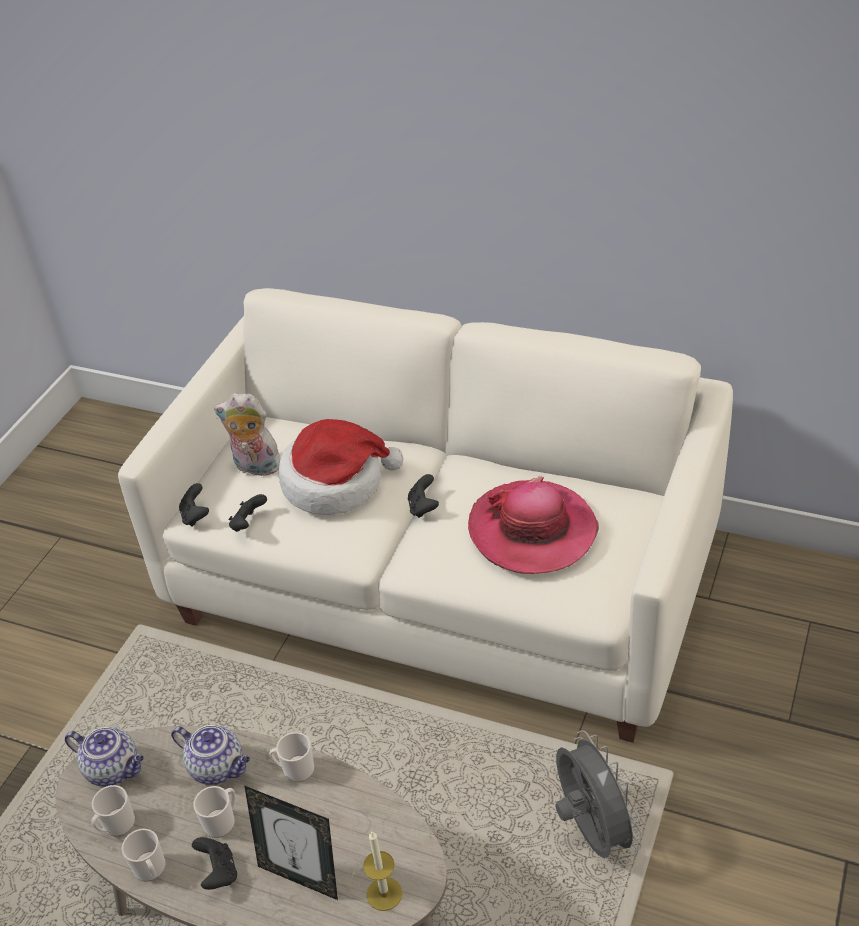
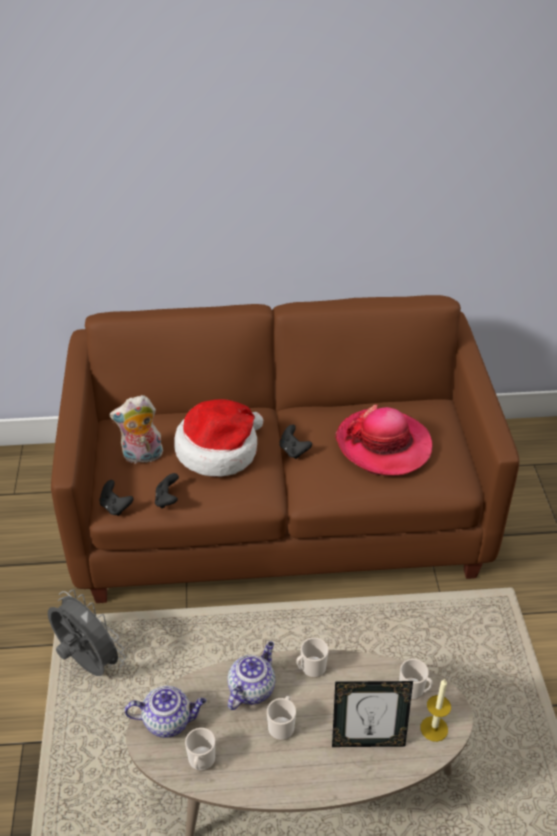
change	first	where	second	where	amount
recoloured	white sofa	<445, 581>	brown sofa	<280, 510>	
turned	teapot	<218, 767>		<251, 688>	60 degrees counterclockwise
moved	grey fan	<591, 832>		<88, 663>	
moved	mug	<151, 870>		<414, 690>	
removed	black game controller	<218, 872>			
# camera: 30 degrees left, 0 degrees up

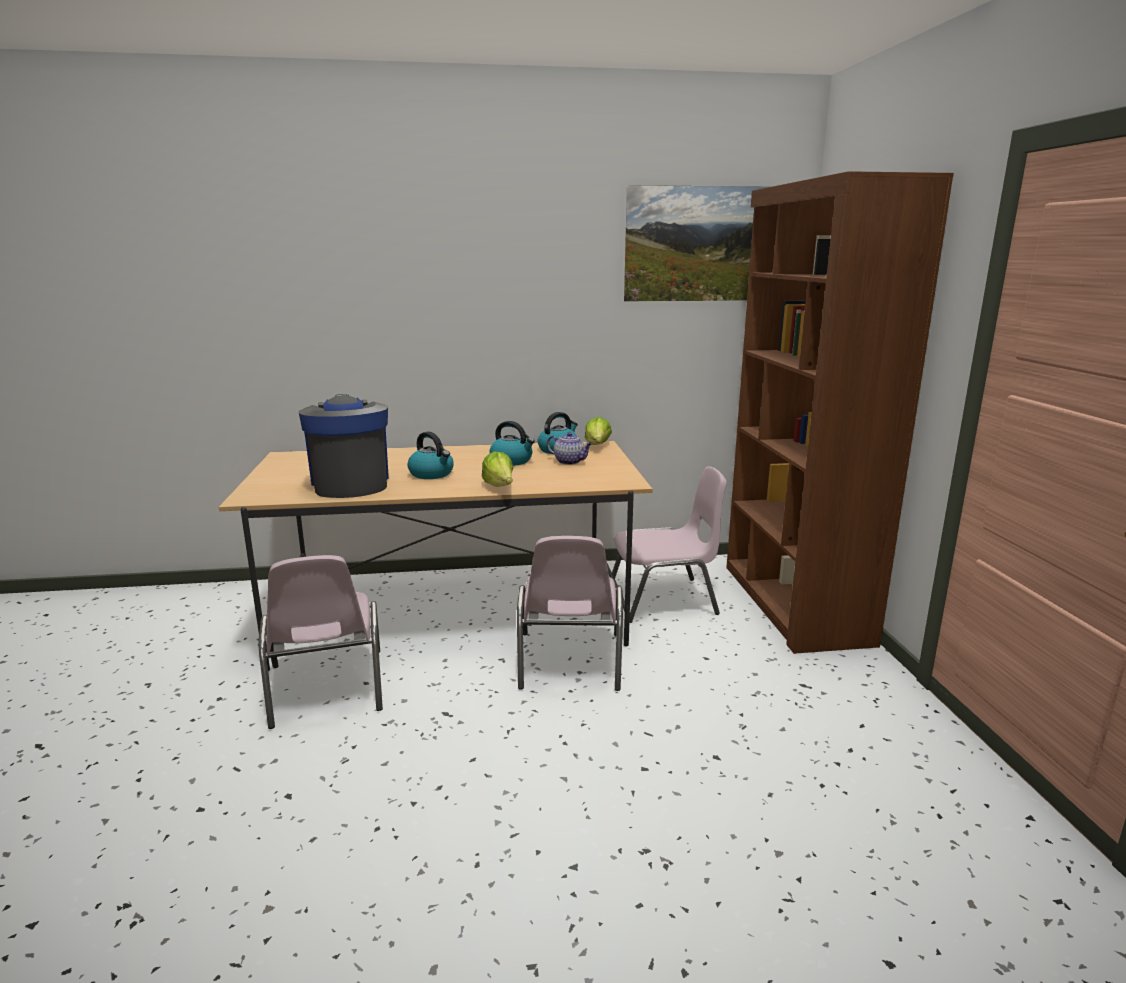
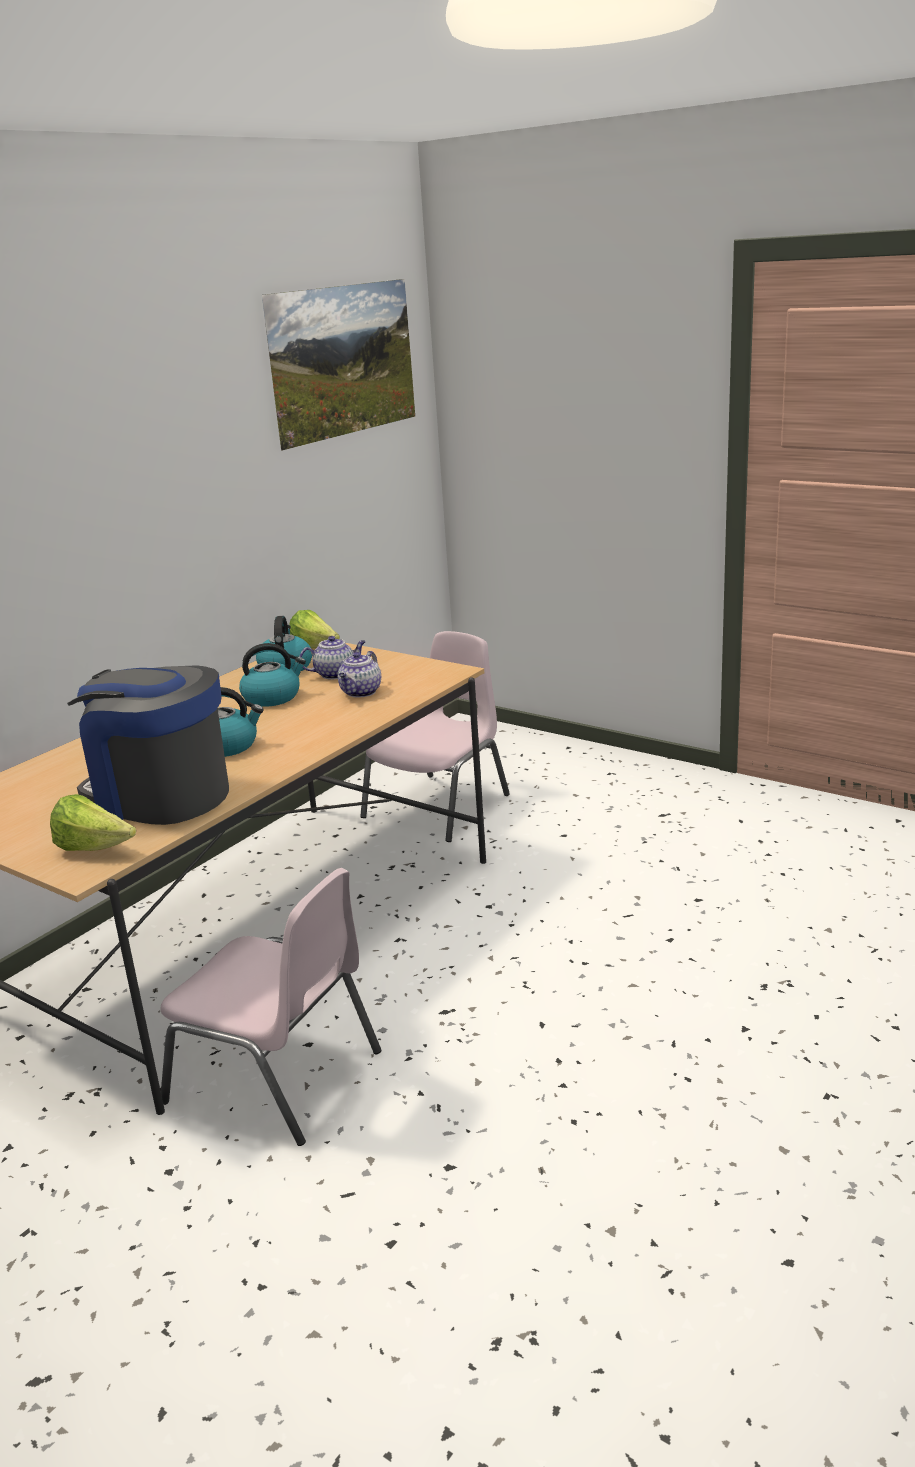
change	first	where	second	where	amount
removed	brown bookcase	<793, 603>			
moved	lettuce	<500, 487>		<94, 849>	
removed	pink chair	<569, 662>			
added			teapot	<361, 693>	
# camera: 45 degrees left, 5 degrees up

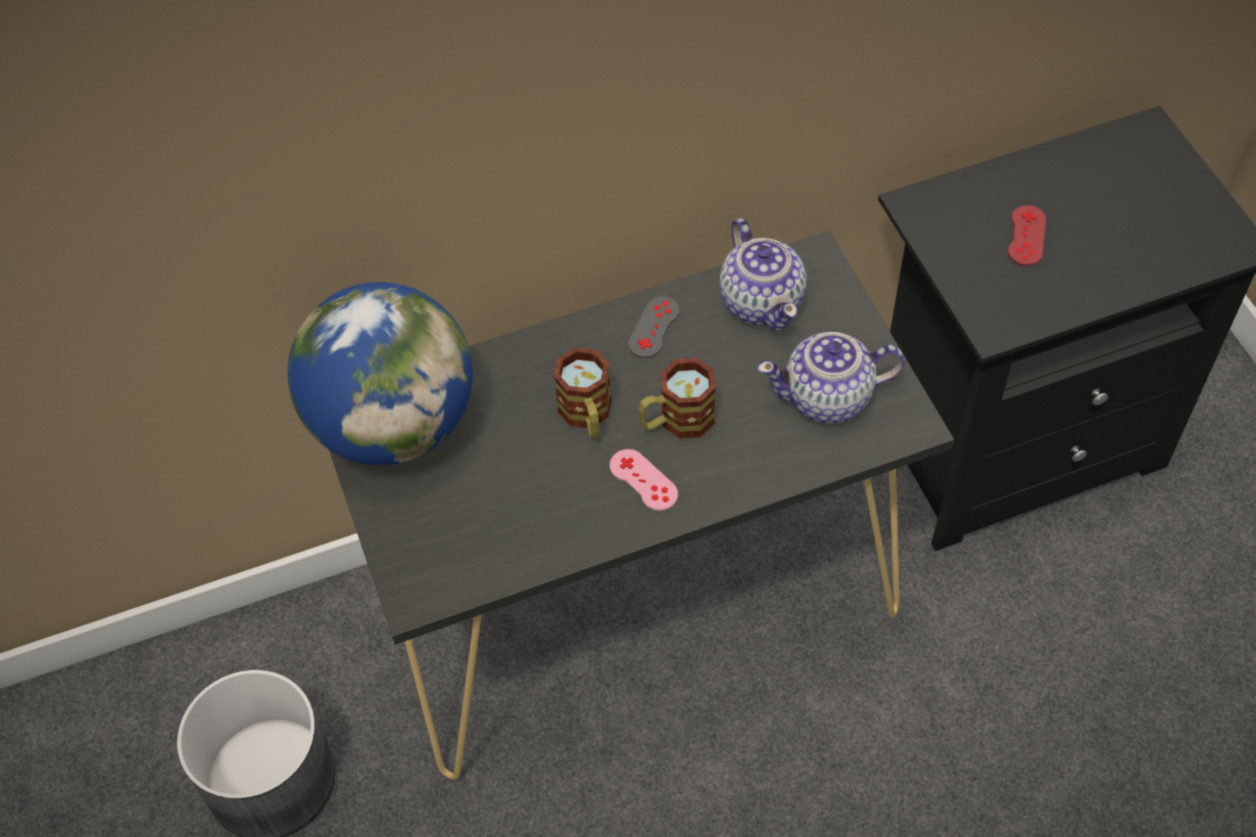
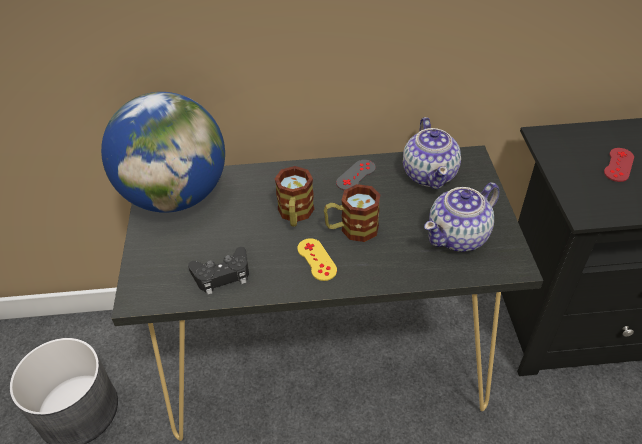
change	first	where	second	where	amount
turned	teapot	<829, 397>		<459, 236>	45 degrees counterclockwise
recoloured	pink game controller	<643, 480>	yellow game controller	<316, 259>	
added			black game controller	<222, 275>	
# camera: 15 degrees right, 10 degrees down

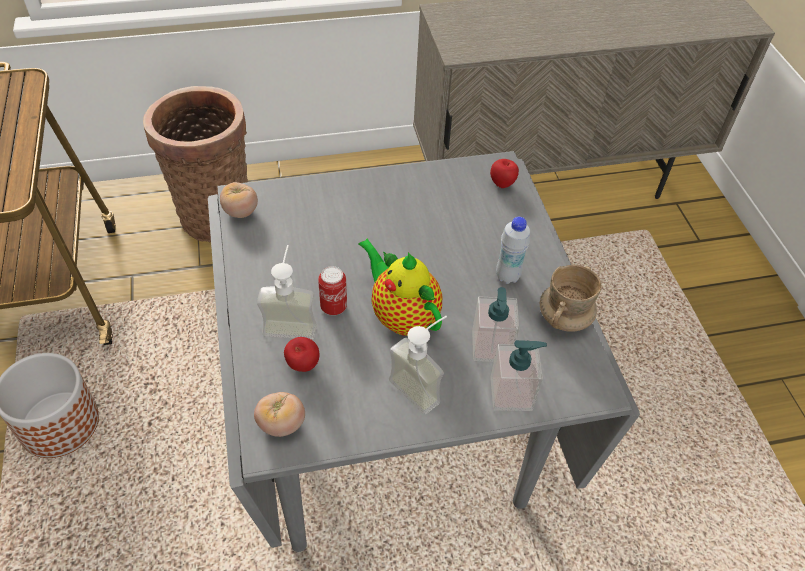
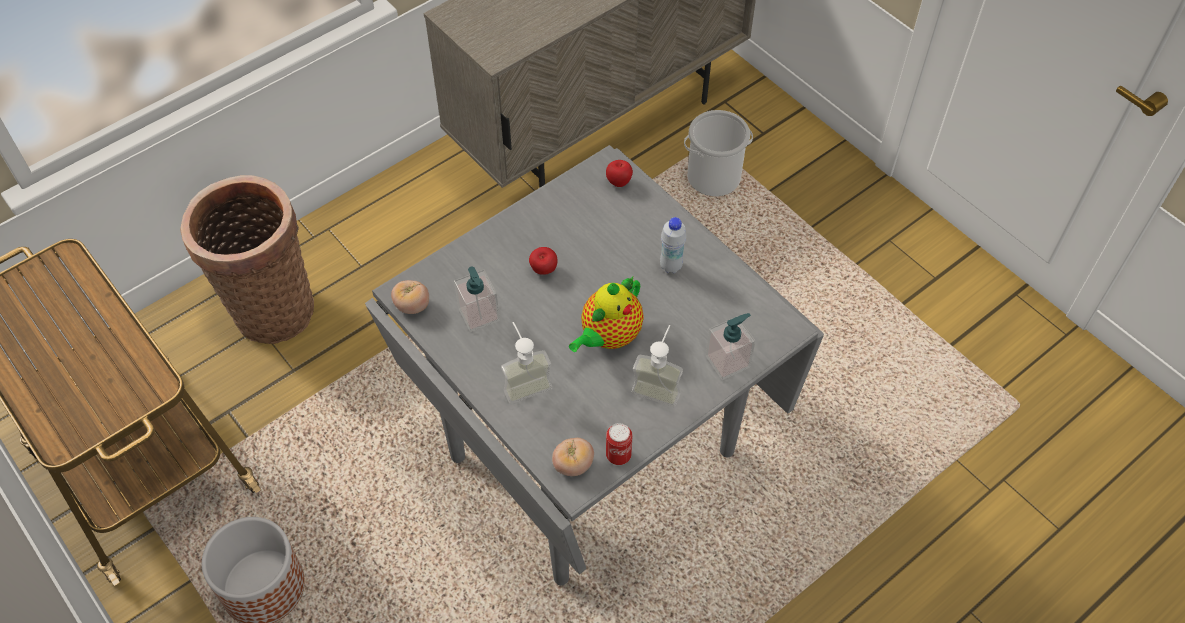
change	first	where	second	where	amount
turned	teapot	<402, 315>		<608, 337>	75 degrees counterclockwise
removed	beige mug	<564, 318>			
moved	can	<333, 307>		<618, 455>	
moved	soap dispenser	<491, 347>		<479, 315>	
moved	apple	<302, 366>		<543, 271>	
added			bucket	<714, 177>	
# camera: 25 degrees left, 5 degrees up

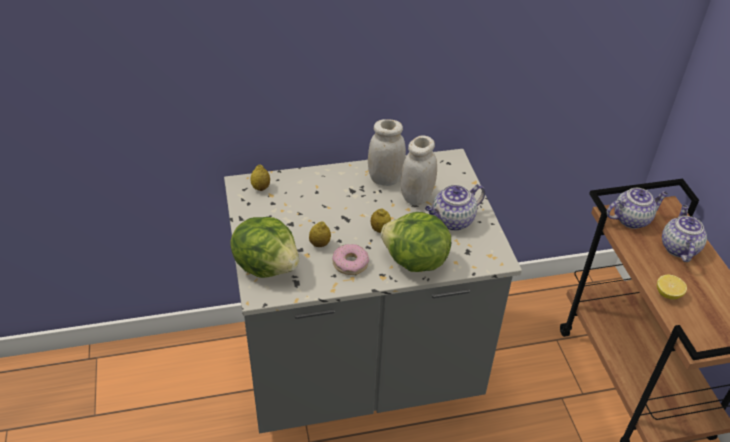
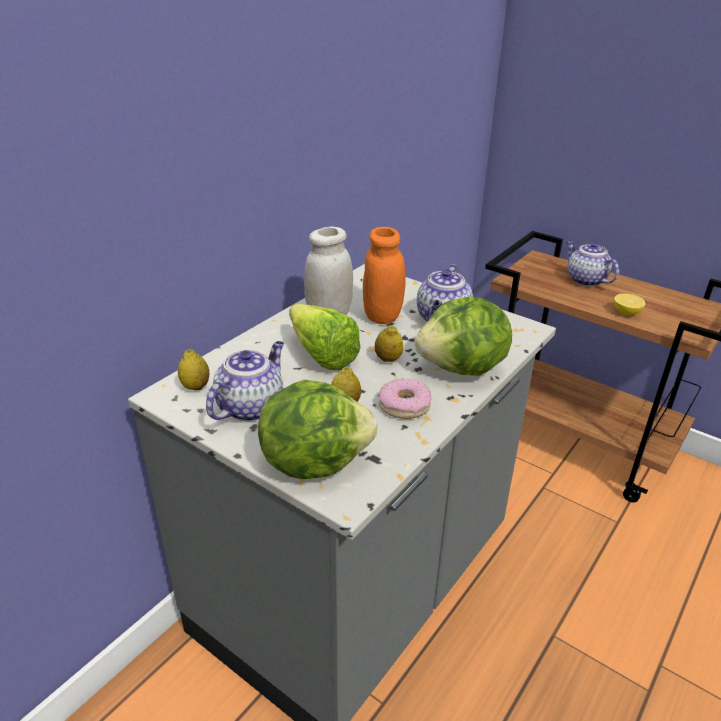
change	first	where	second	where	amount
recoloured	white jar	<417, 197>	orange jar	<382, 316>	
moved	teapot	<632, 219>		<250, 406>	
added			lettuce	<319, 352>	
# camera: 40 degrees left, 10 degrees down

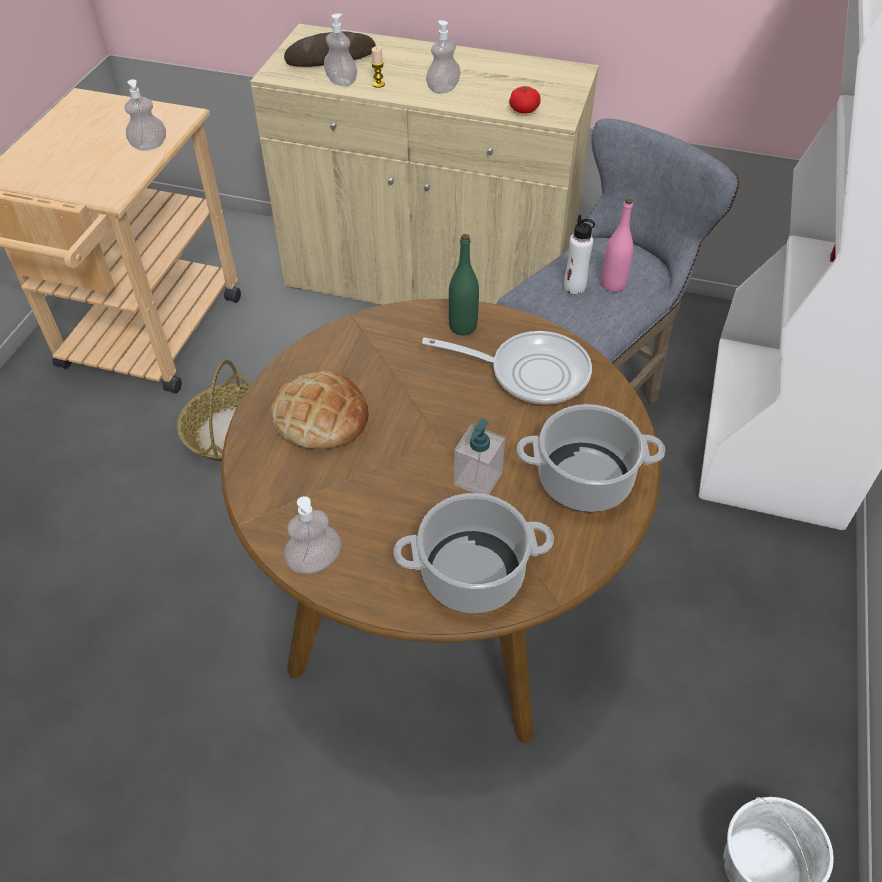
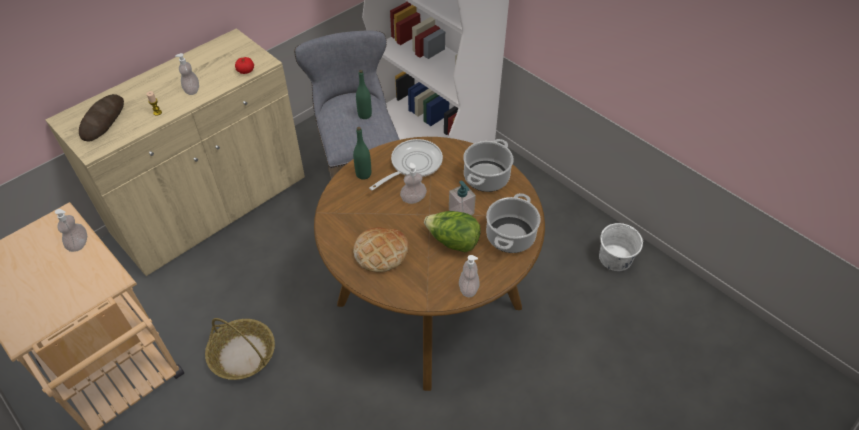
change	first	where	second	where	amount
moved	soap dispenser	<341, 82>		<413, 199>	
recoloured	pink bottle	<613, 285>	green bottle	<365, 115>	
removed	white bottle	<574, 287>			
added			lettuce	<453, 242>	
# camera: 60 degrees left, 0 degrees up

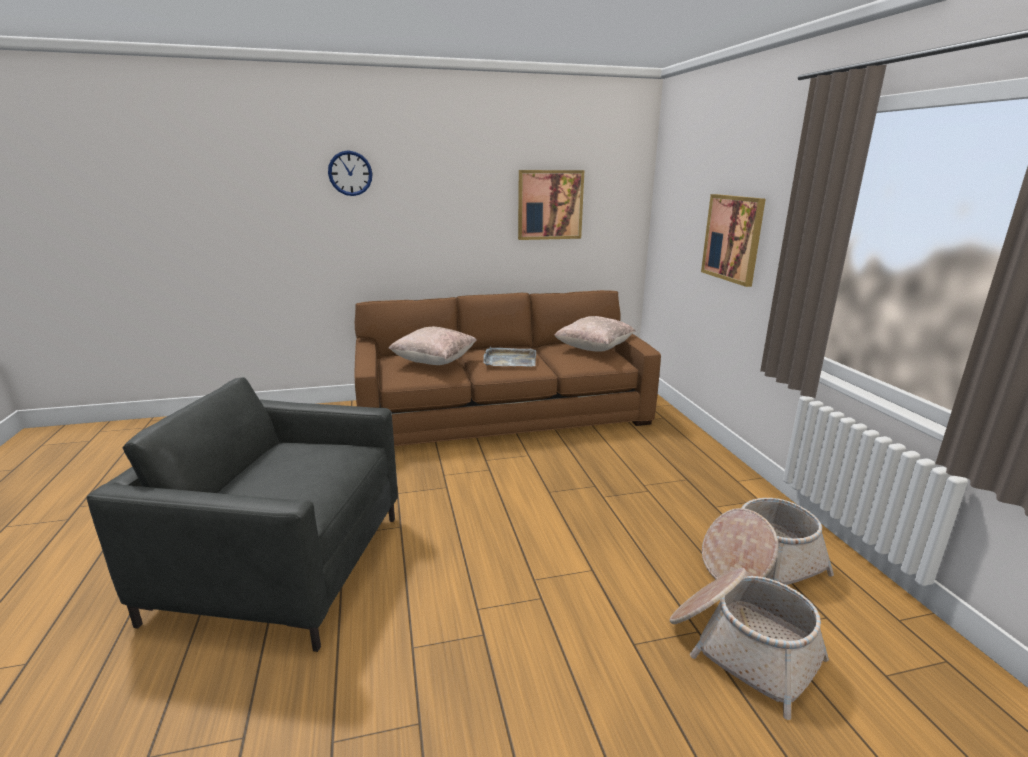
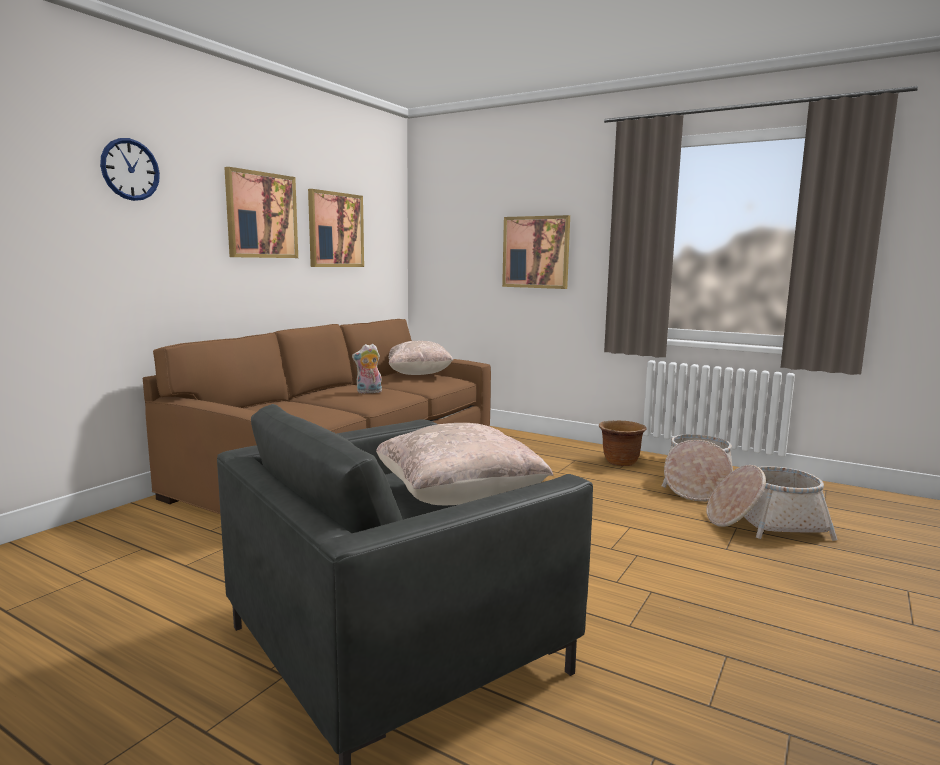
change	first	where	second	where	amount
moved	beige pillow	<434, 362>		<458, 498>	
replaced	grey tray	<509, 360>	plush toy	<368, 392>	
added			picture	<261, 215>	
added			brown planter	<620, 462>	
# camera: 45 degrees left, 10 degrees down

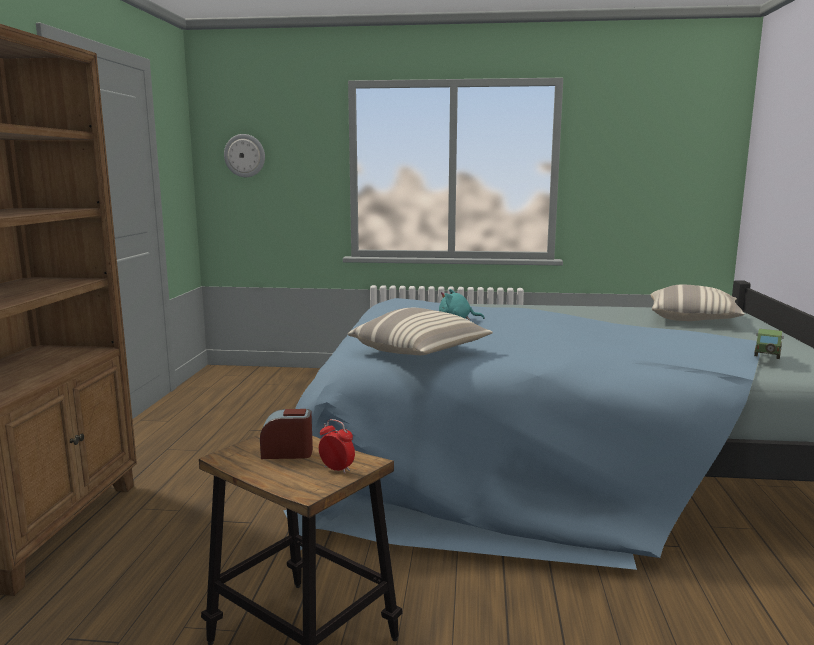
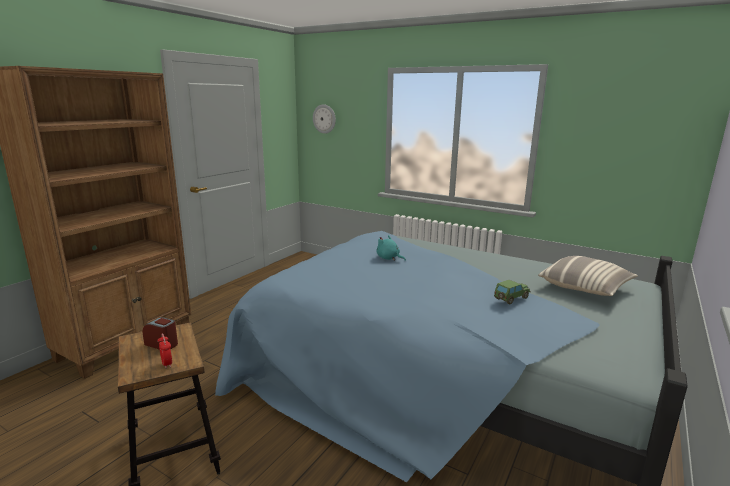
change	first	where	second	where	amount
removed	pillow	<420, 352>			
moved	toy car	<767, 353>		<511, 298>	
# camera: 25 degrees right, 5 degrees up

